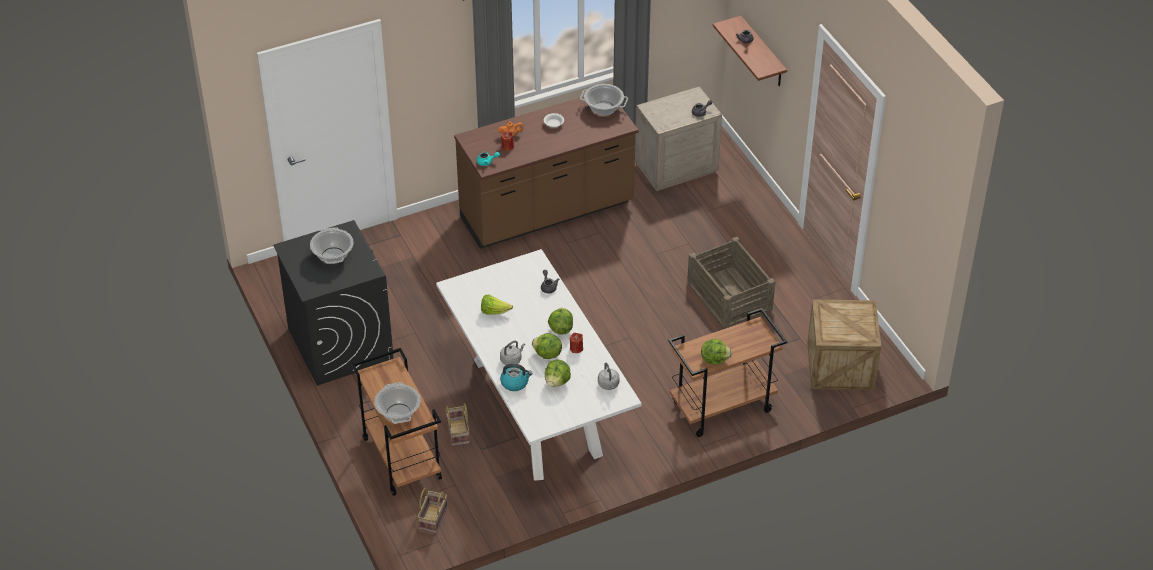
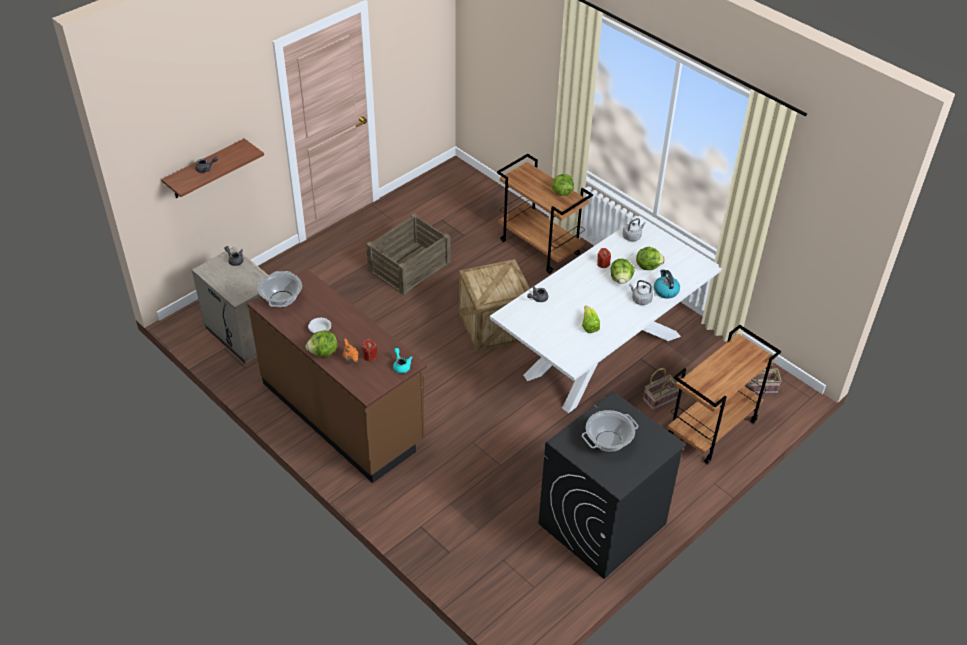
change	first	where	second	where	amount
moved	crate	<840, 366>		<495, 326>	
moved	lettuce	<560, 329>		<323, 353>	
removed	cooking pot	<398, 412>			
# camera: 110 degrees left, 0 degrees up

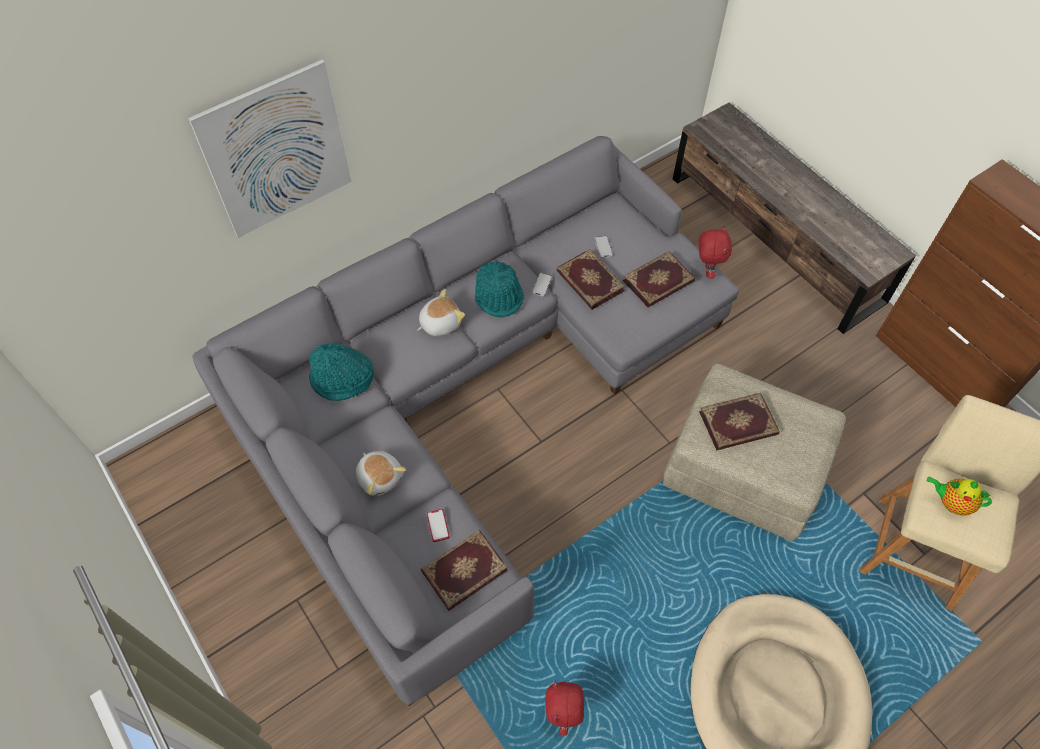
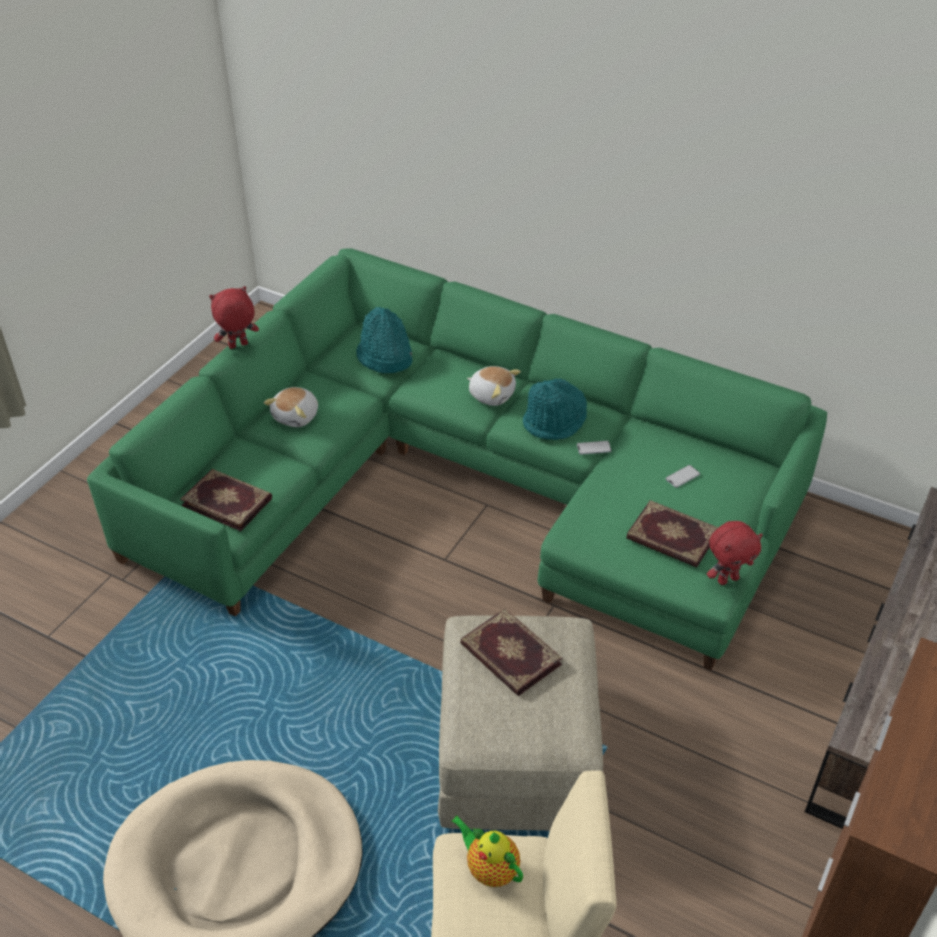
change	first	where	second	where	amount
removed	picture	<276, 151>			
recoloured	grey sofa	<469, 392>	green sofa	<468, 486>	
removed	book	<589, 281>			
turned	teapot	<951, 502>		<490, 868>	45 degrees counterclockwise
removed	phone	<438, 526>			
moved	red plush toy	<563, 714>		<238, 346>	
# camera: 65 degrees right, 15 degrees down

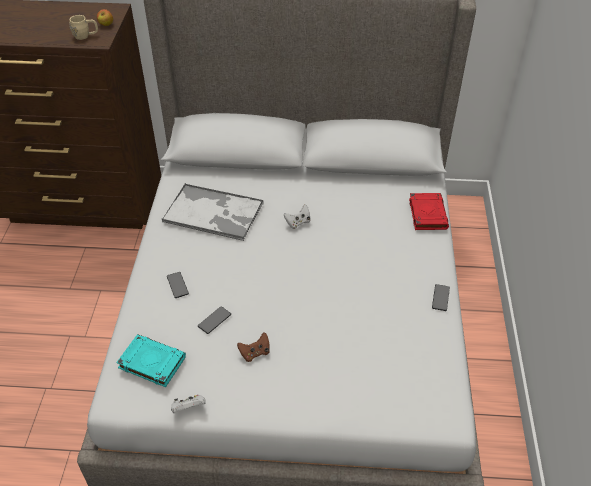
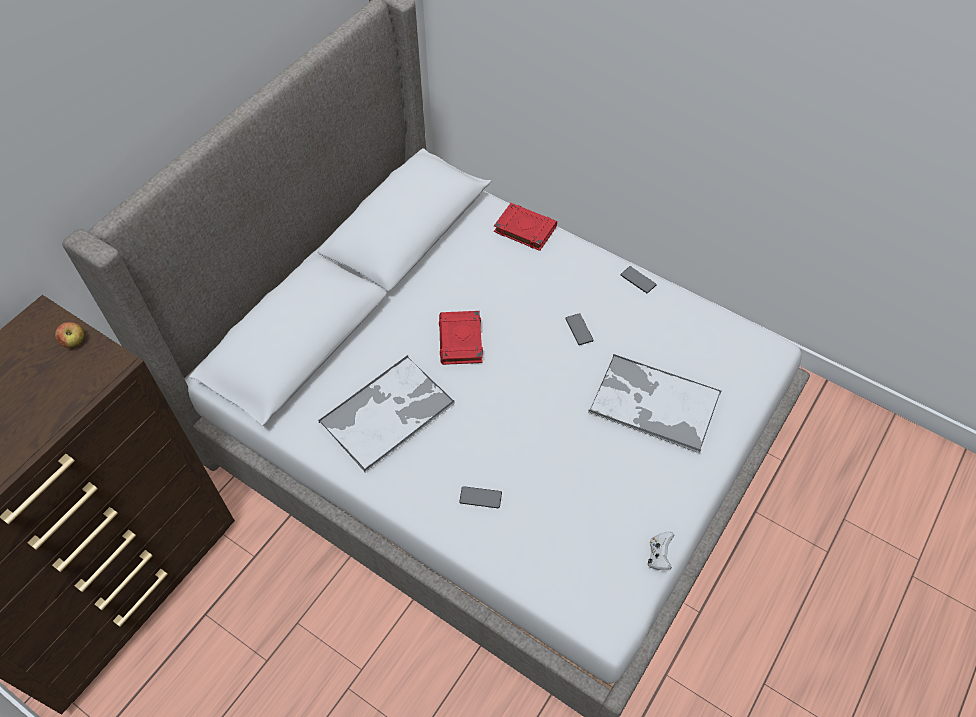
change	first	where	second	where	amount
removed	beige mug	<85, 36>			
replaced	white game controller	<298, 222>	red book	<461, 341>	
moved	phone	<214, 320>		<579, 329>	
removed	brown game controller	<255, 353>			
removed	turquoise book	<151, 362>			
added			tray	<653, 403>	
# camera: 60 degrees left, 10 degrees up

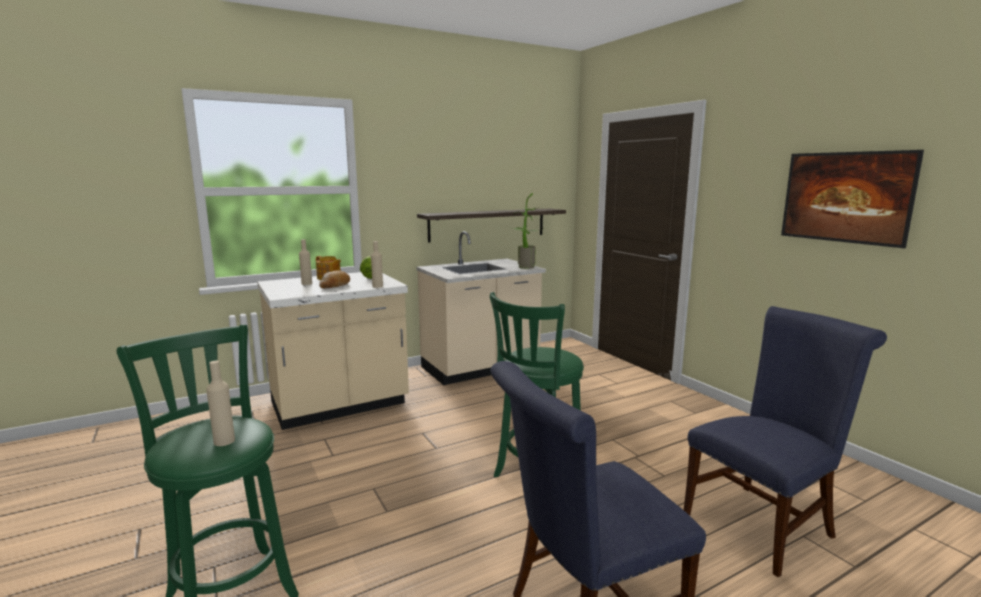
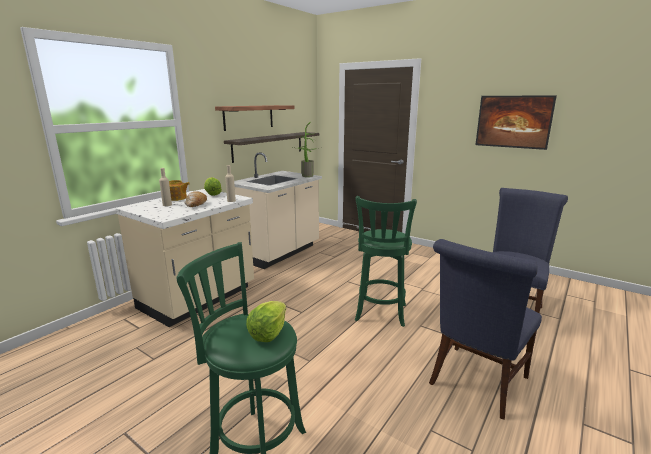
change	first	where	second	where	amount
replaced	beige bottle	<224, 441>	lettuce	<268, 333>	
added			shelf	<248, 117>	
# camera: 25 degrees left, 5 degrees up

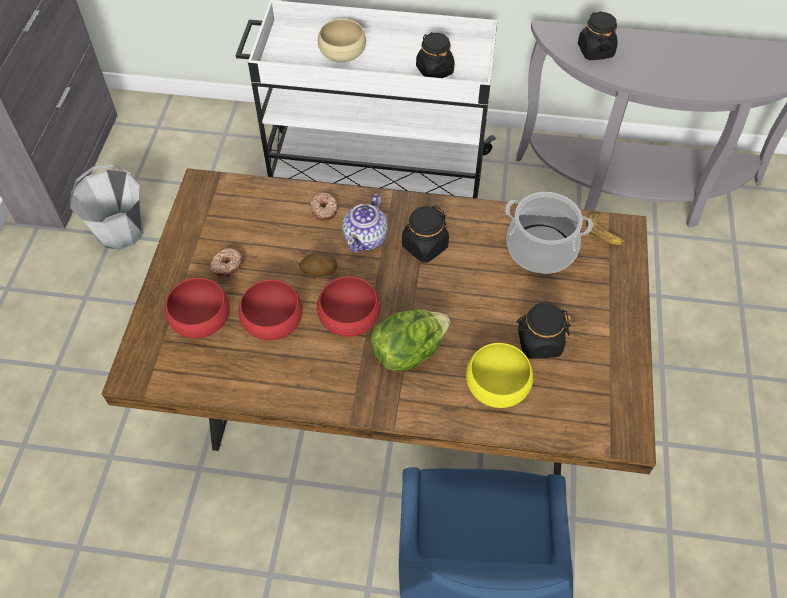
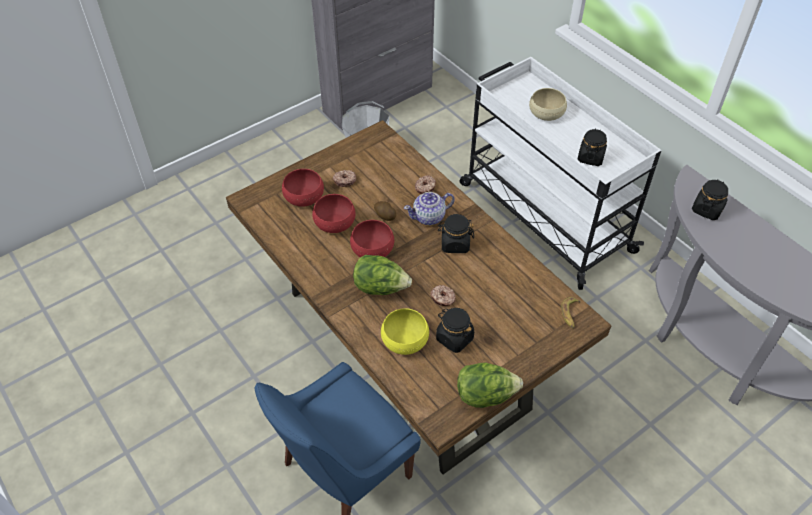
change	first	where	second	where	amount
removed	cooking pot	<540, 249>			
added			donut	<443, 298>	
added			lettuce	<485, 395>	
# camera: 45 degrees right, 5 degrees down

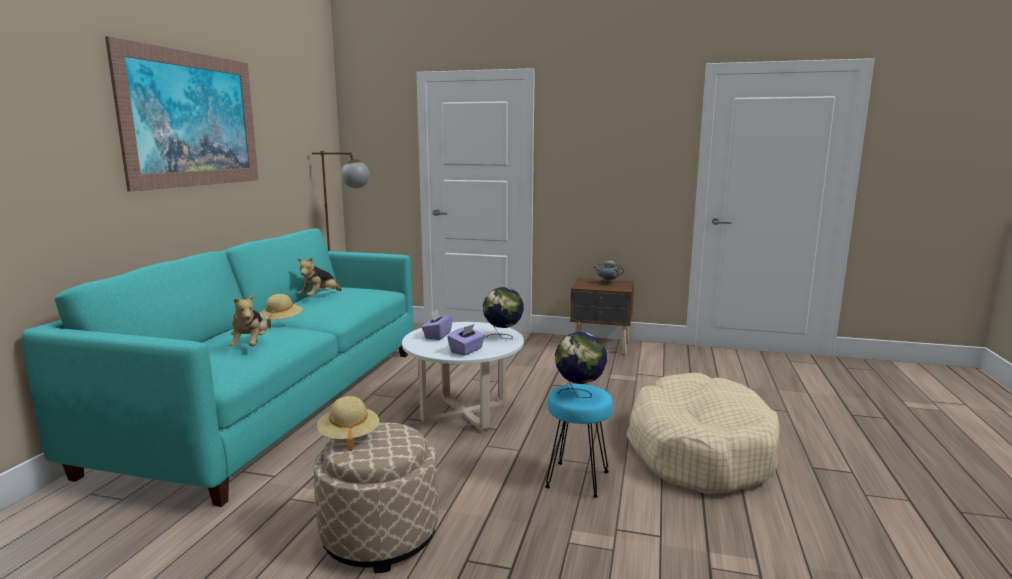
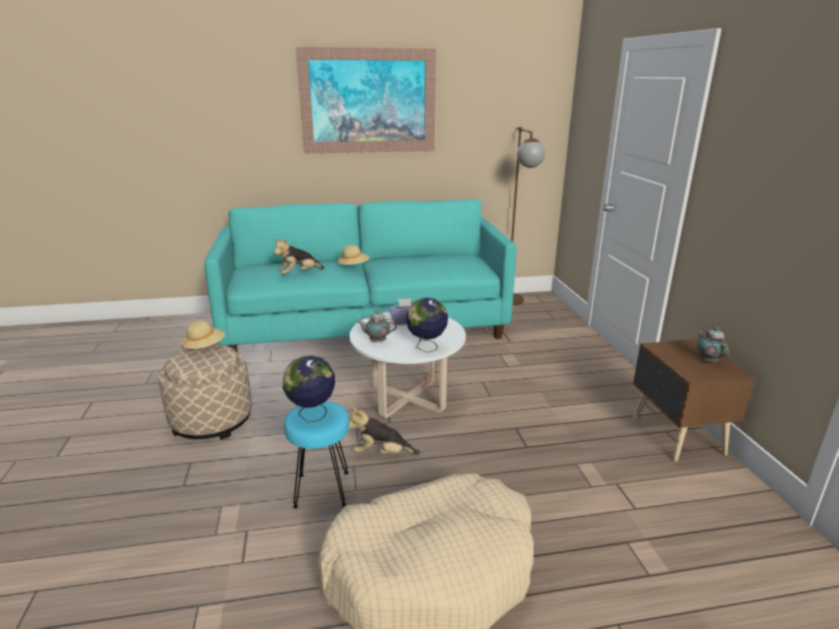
change	first	where	second	where	amount
moved	plush toy	<320, 297>		<382, 453>	
replaced	purple tissue box	<467, 350>	teapot	<376, 341>	
# camera: 65 degrees right, 10 degrees up

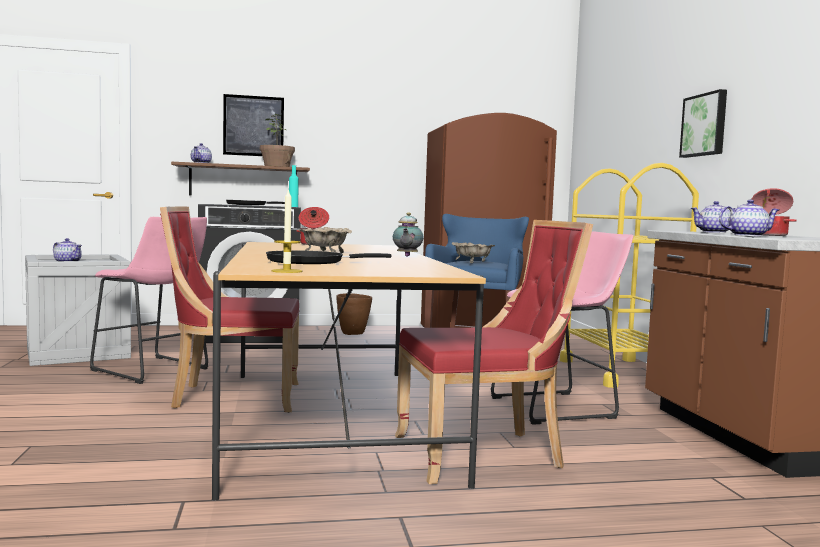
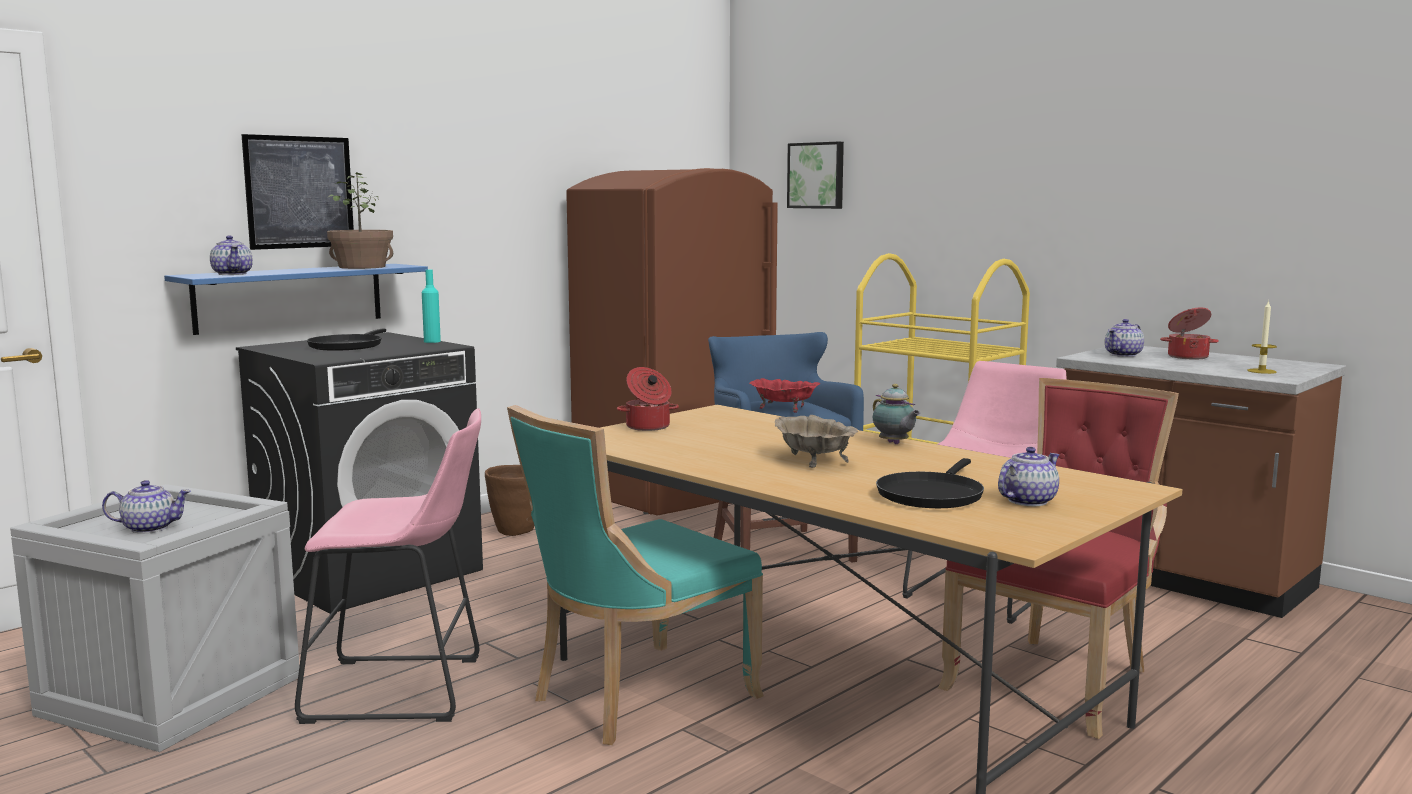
change	first	where	second	where	amount
moved	picture	<705, 125>		<817, 175>	
recoloured	brown shelf	<243, 182>	blue shelf	<290, 297>	
moved	candle	<287, 271>		<1261, 371>	
moved	teapot	<746, 235>		<1026, 501>	
recoloured	red chair	<232, 397>	turquoise chair	<635, 698>	
recoloured	beige bowl	<472, 262>	red bowl	<784, 408>	
# camera: 35 degrees left, 5 degrees up

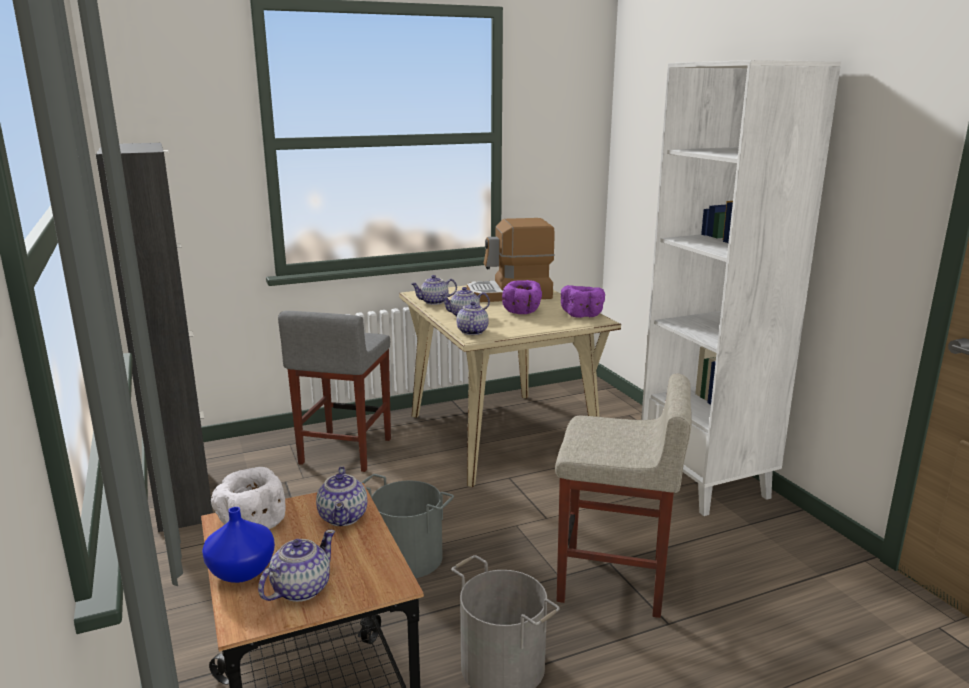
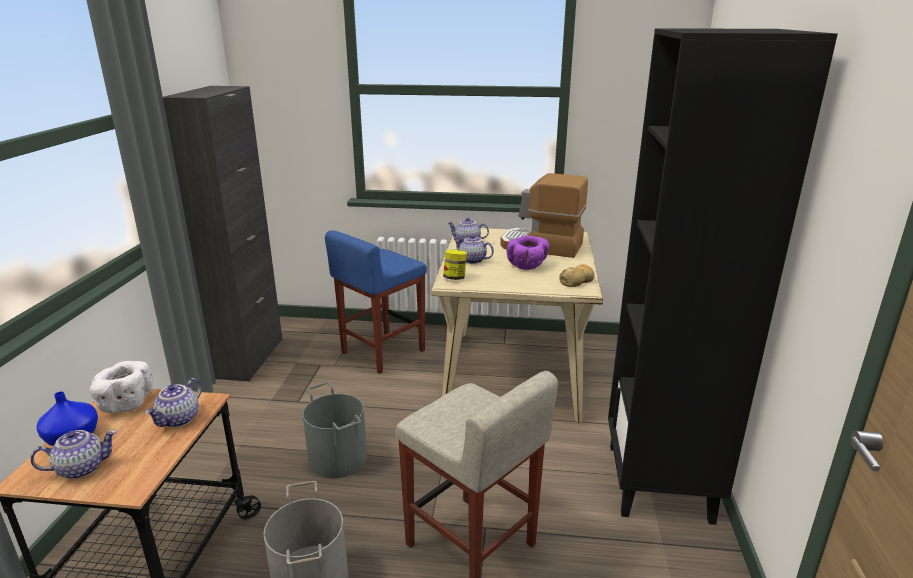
change	first	where	second	where	amount
recoloured	white bookcase	<706, 483>	black bookcase	<660, 483>	
replaced	purple bowl	<582, 315>	bread	<577, 281>	
replaced	teapot	<471, 332>	jar	<455, 278>	
recoloured	grey stool	<345, 451>	blue stool	<382, 352>	
# camera: 30 degrees right, 5 degrees up

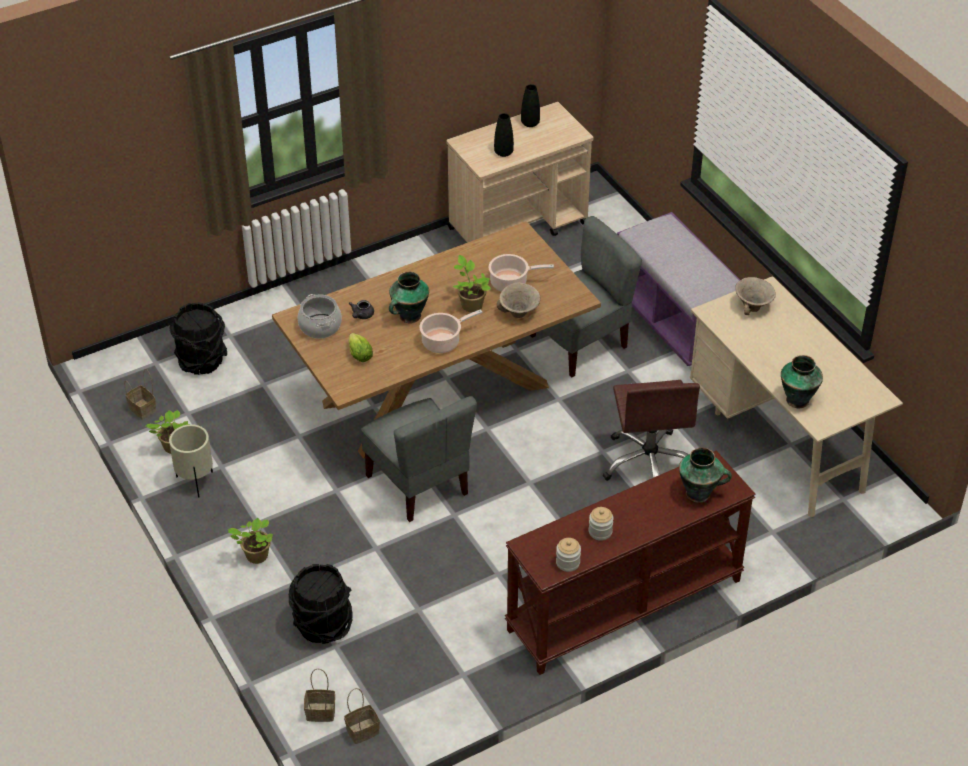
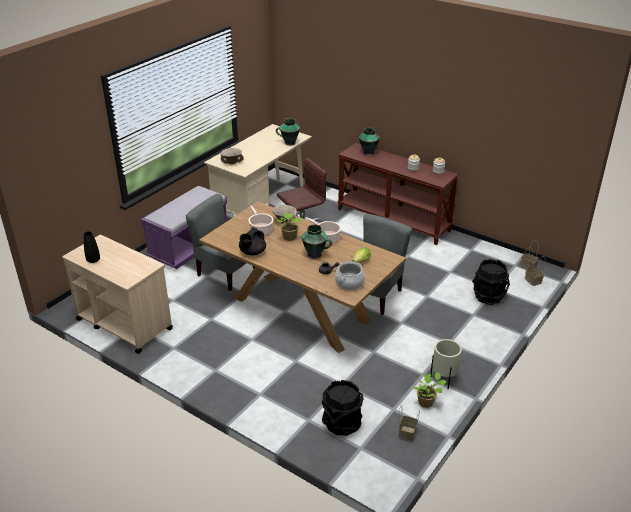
change	first	where	second	where	amount
removed	black vase	<503, 152>			
removed	potted plant	<255, 556>			
added			black teapot	<252, 252>	
# camera: 115 degrees left, 10 degrees down

